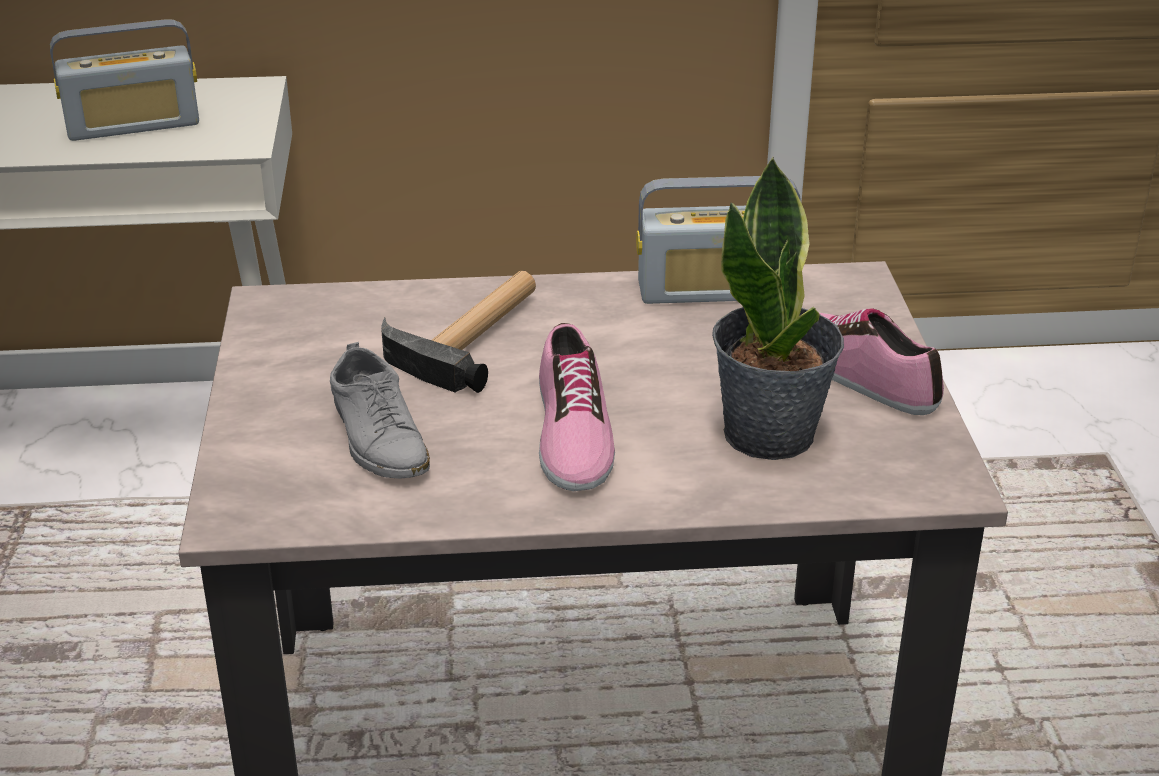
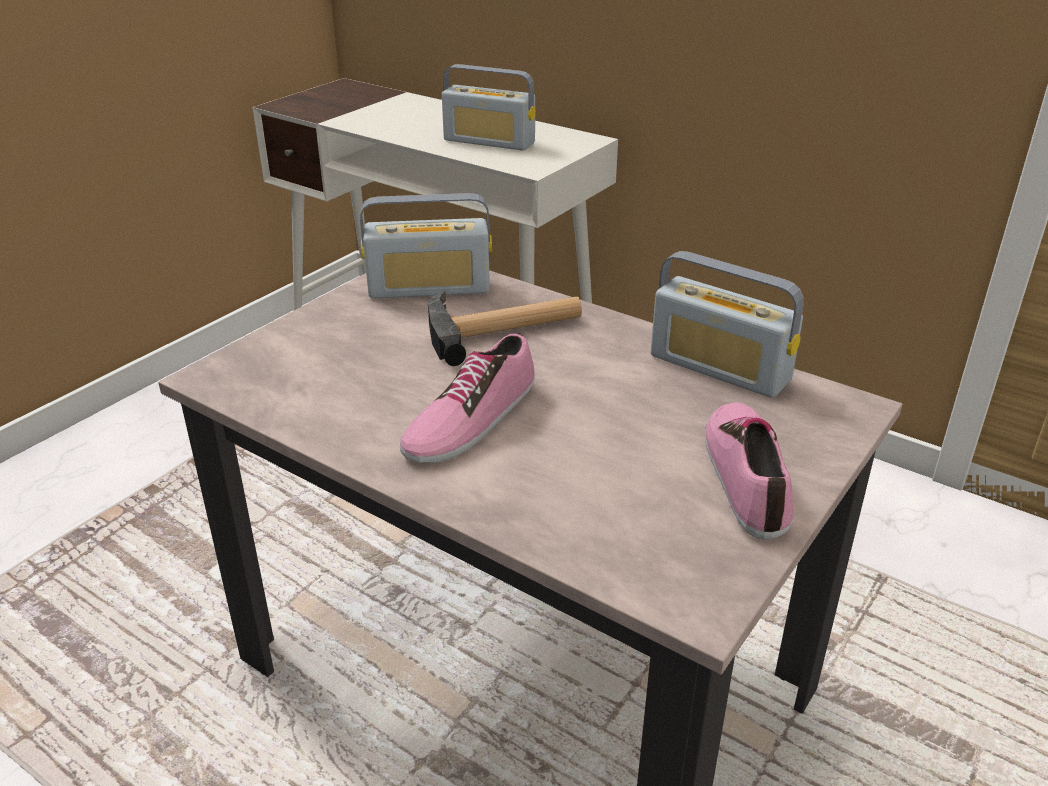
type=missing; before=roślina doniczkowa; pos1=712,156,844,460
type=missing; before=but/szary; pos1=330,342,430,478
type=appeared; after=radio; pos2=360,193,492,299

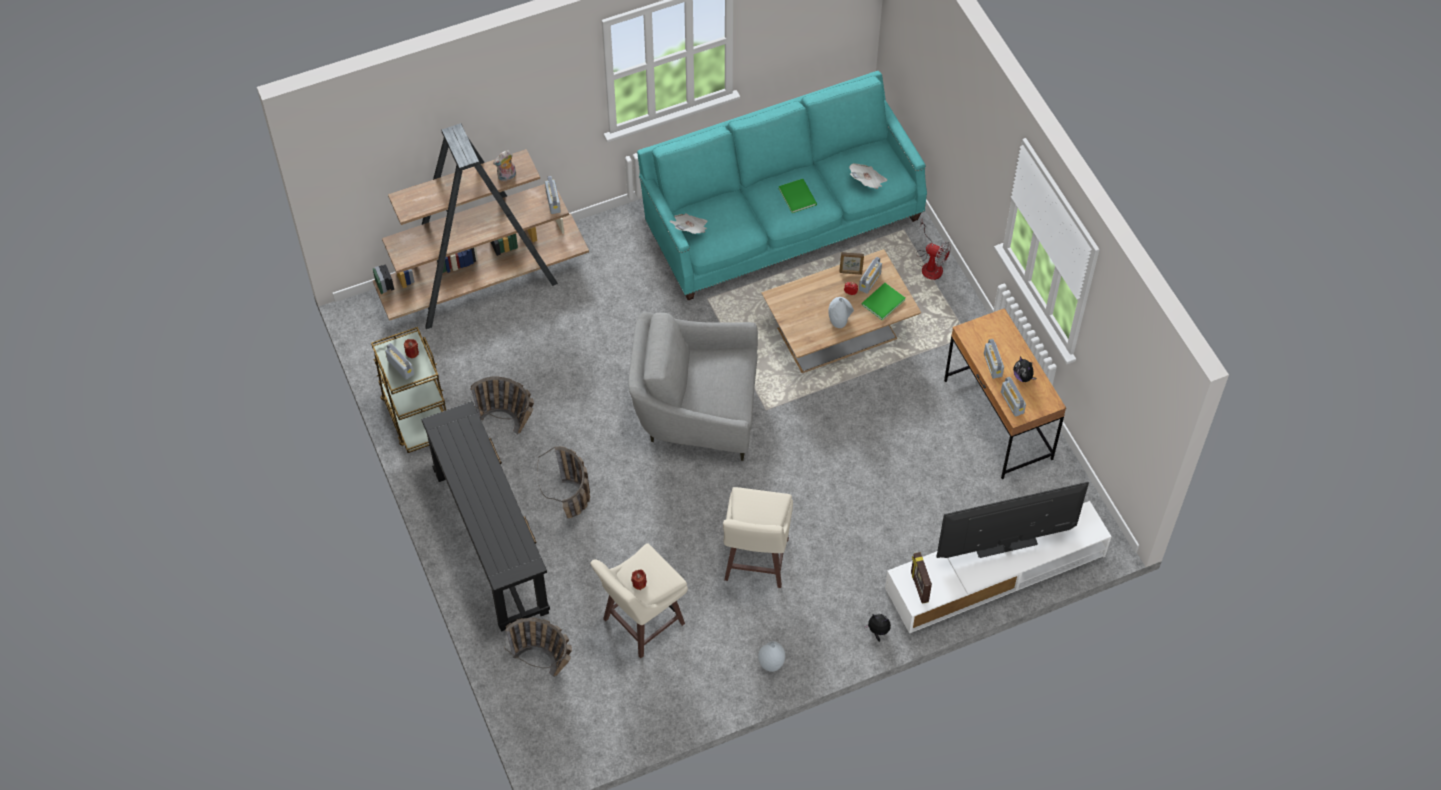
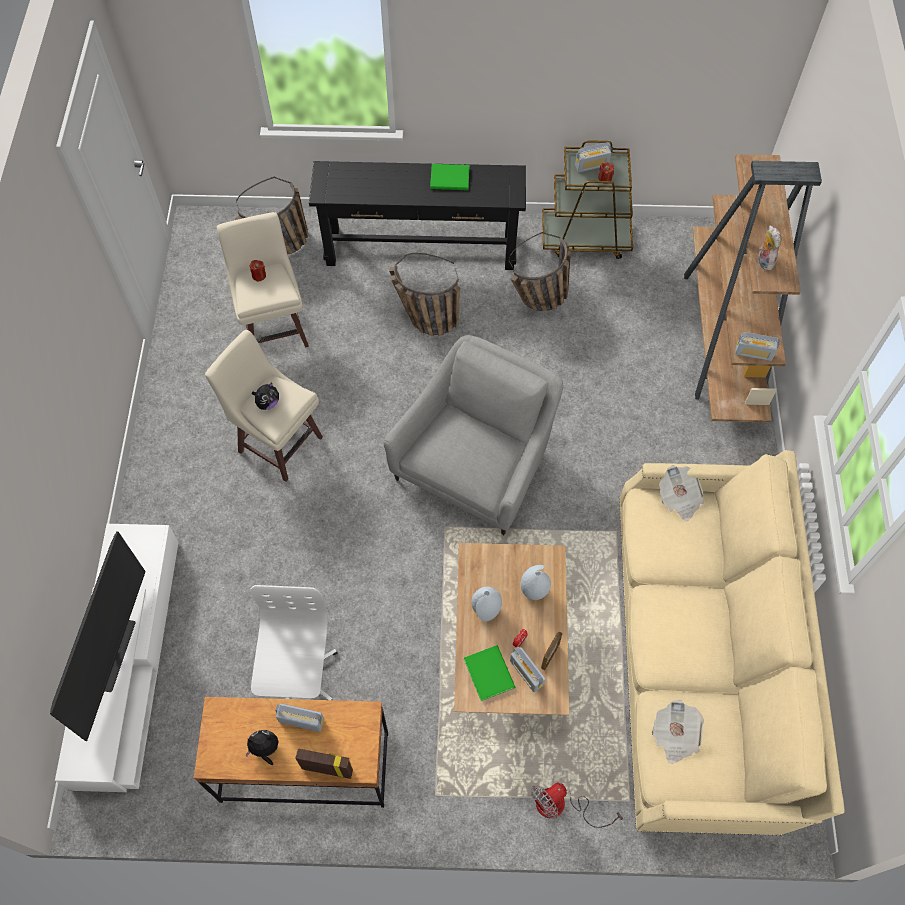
type=colour; before=kanapa/turkusowy; after=kanapa/beżowy; pos1=637,71,927,300; pos2=619,450,845,836
type=relocated; before=książka/zielony; pos1=778,179,817,213; pos2=430,164,469,190
type=missing; before=radio; pos1=1001,377,1026,417
type=relocated; before=ramka na zdjęcie; pos1=911,552,932,604; pos2=295,749,353,779
type=relocated; before=pluszak; pos1=865,614,891,642; pos2=252,383,279,410
type=relocated; before=wazon/szary; pos1=758,641,785,672; pos2=521,565,551,600
type=appeared; after=krzesło biurowe/biały; pos2=250,585,338,700

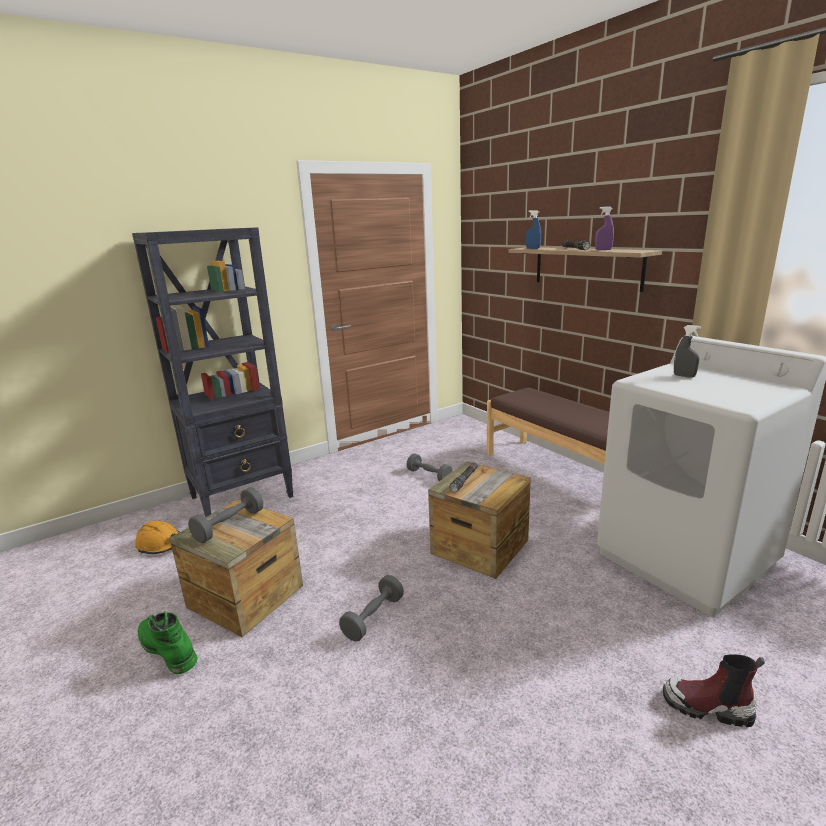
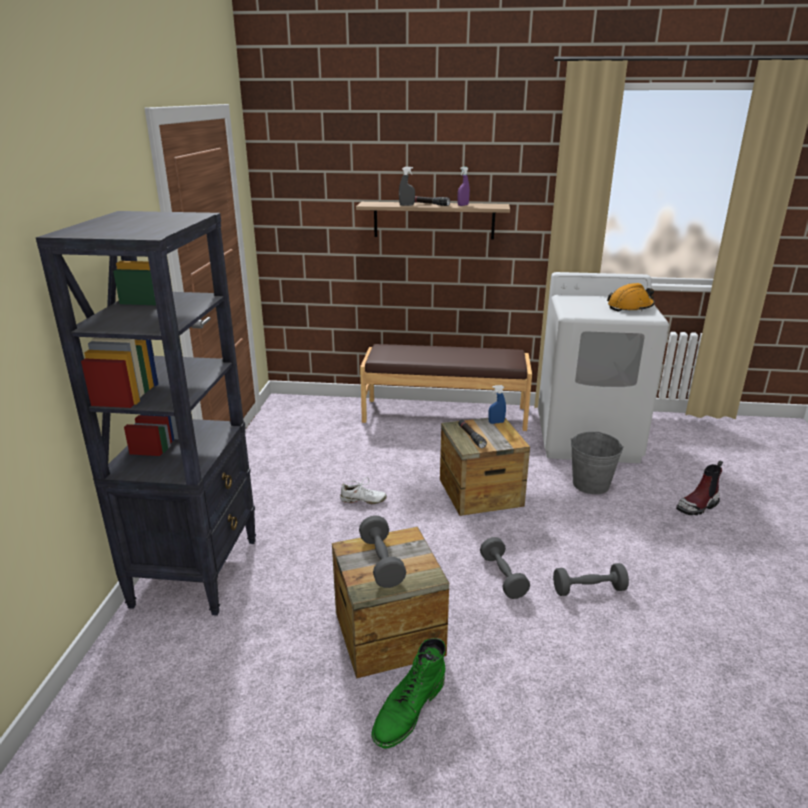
type=relocated; before=spryskiwacz/niebieski; pos1=526,210,541,249; pos2=488,385,506,424
type=relocated; before=spryskiwacz/szary; pos1=674,325,701,378; pos2=399,167,415,206
type=relocated; before=hantel/szary; pos1=407,453,453,481; pos2=553,563,629,596
type=relocated; before=kask/pomarańczowy; pos1=135,521,179,554; pos2=607,283,655,312
type=spun; before=but z cholewką/zielony; pos1=138,611,198,674; pos2=371,638,446,749; turn=-45
type=appeared; after=wiadro/szary; pos2=571,432,624,494
type=appeared; after=but/biały; pos2=340,477,387,504

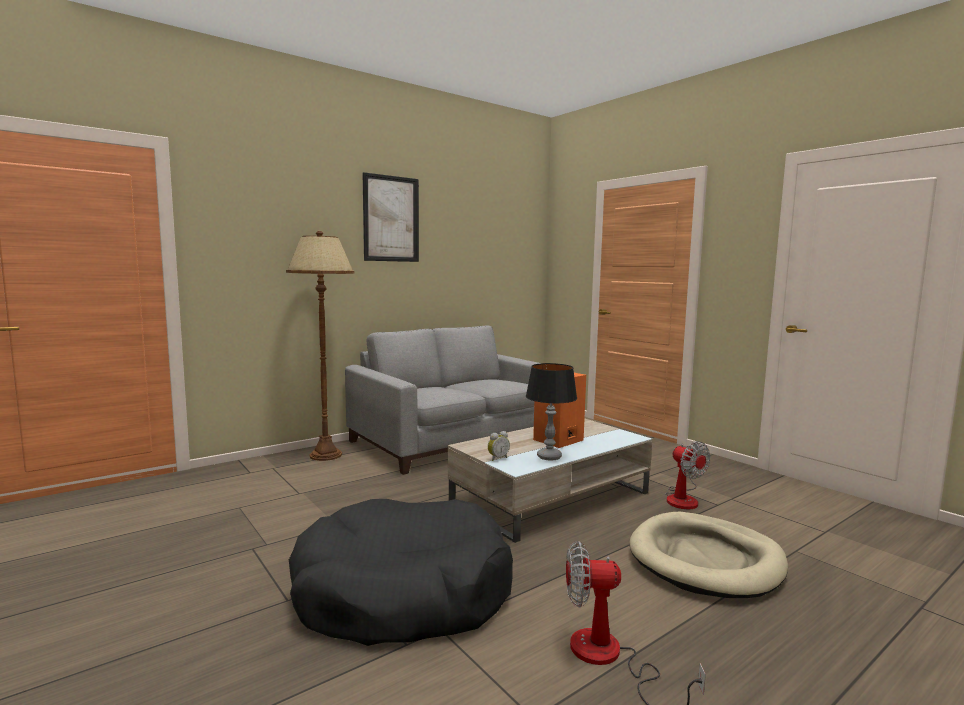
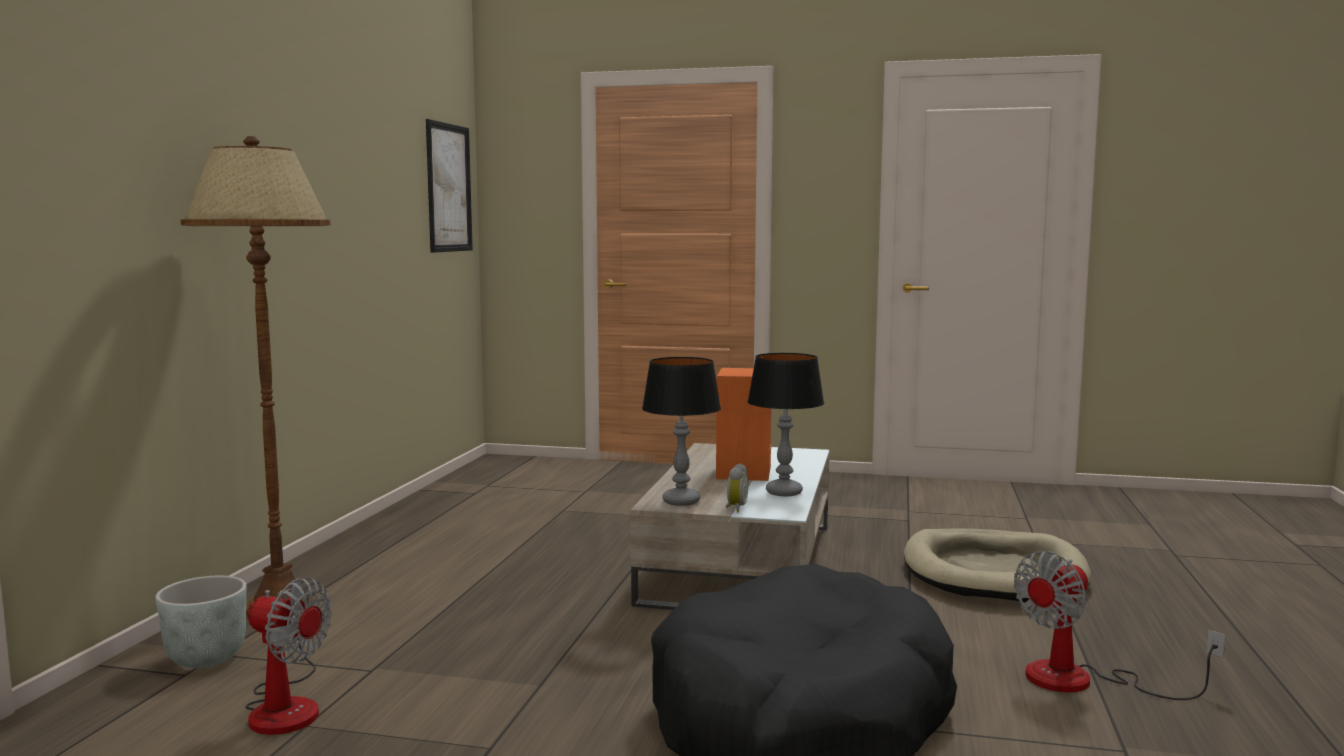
type=relocated; before=obraz; pos1=363,172,419,262; pos2=426,119,473,253
type=missing; before=kanapa/szary; pos1=345,326,541,475
type=relocated; before=wentylator; pos1=665,441,711,509; pos2=245,578,332,735
type=appeared; after=lampa stołowa; pos2=642,357,721,506
type=appeared; after=donica/szary; pos2=155,576,246,668

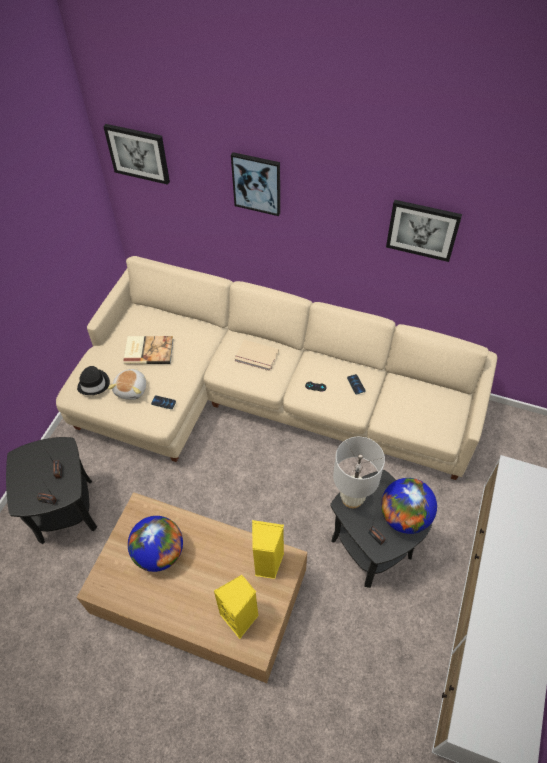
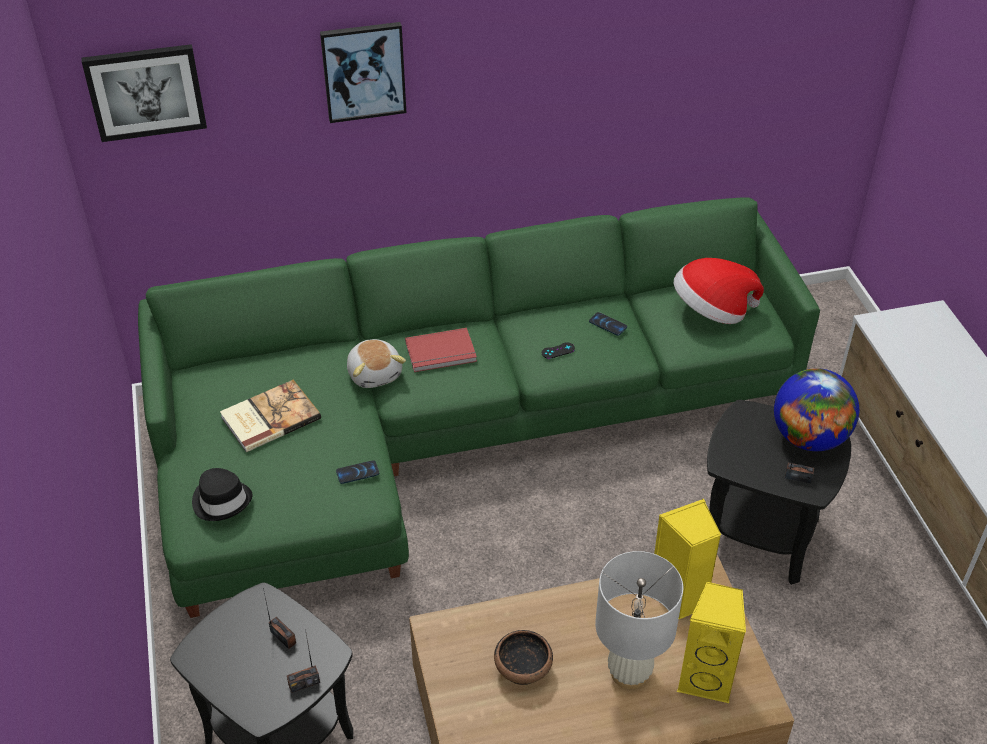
type=missing; before=obraz; pos1=386,200,462,262
type=colour; before=kanapa/beżowy; after=kanapa/zielony; pos1=56,256,497,480; pos2=138,197,820,618
type=colour; before=książka/beżowy; after=książka/czerwony; pos1=234,340,279,371; pos2=405,328,477,372
type=relocated; before=pluszak; pos1=108,368,146,400; pos2=347,339,406,388
type=relocated; before=lampa stołowa/biały; pos1=333,437,385,508; pos2=595,551,683,689
type=exchanged; before=globus; after=miska; pos1=128,516,183,572; pos2=494,630,553,685
type=appeared; after=kapelusz; pos2=674,258,764,324

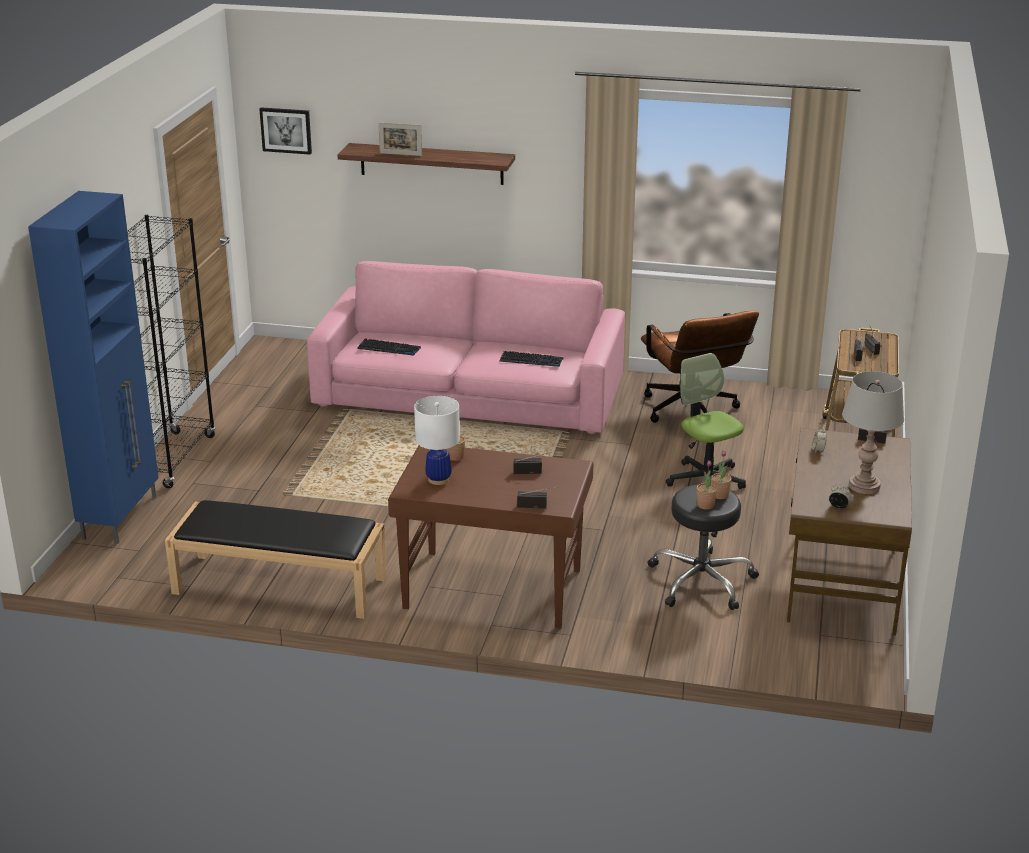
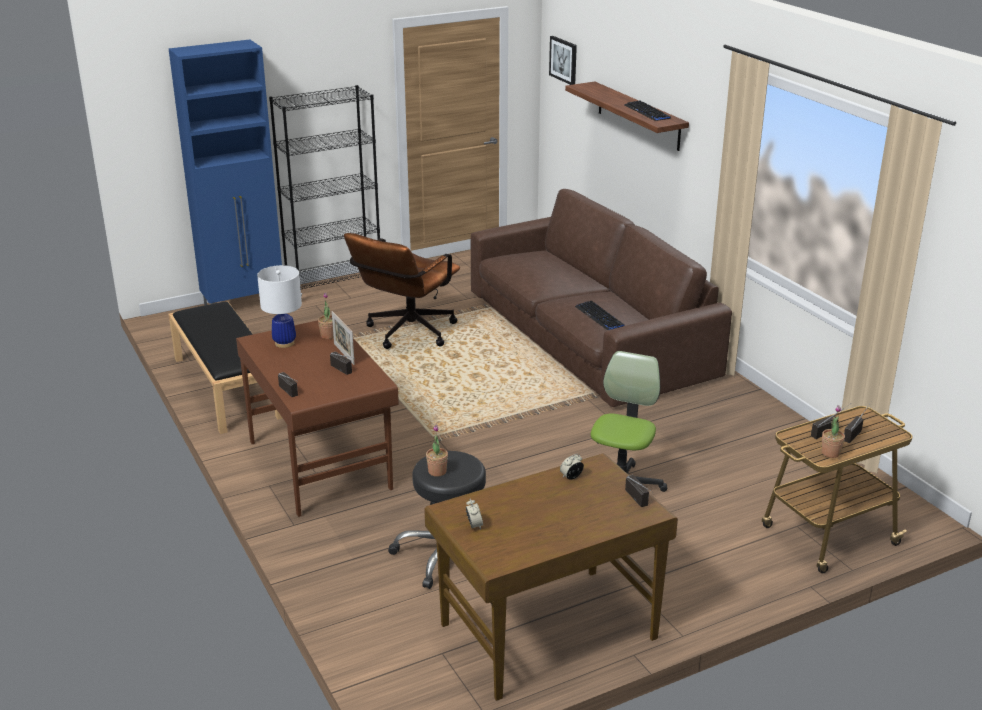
type=relocated; before=ramka na zdjęcie; pos1=378,123,422,156; pos2=332,311,355,365
type=colour; before=kanapa/różowy; after=kanapa/brązowy; pos1=307,261,625,434; pos2=471,189,732,407
type=relocated; before=krzesło biurowe/brązowy; pos1=641,311,759,423; pos2=344,233,460,349
type=relocated; before=klawiatura; pos1=357,338,421,356; pos2=624,100,671,121
type=missing; before=lampa stołowa/szary; pos1=842,371,904,494
type=relocated; before=roślina doniczkowa; pos1=711,451,732,499; pos2=822,405,845,458

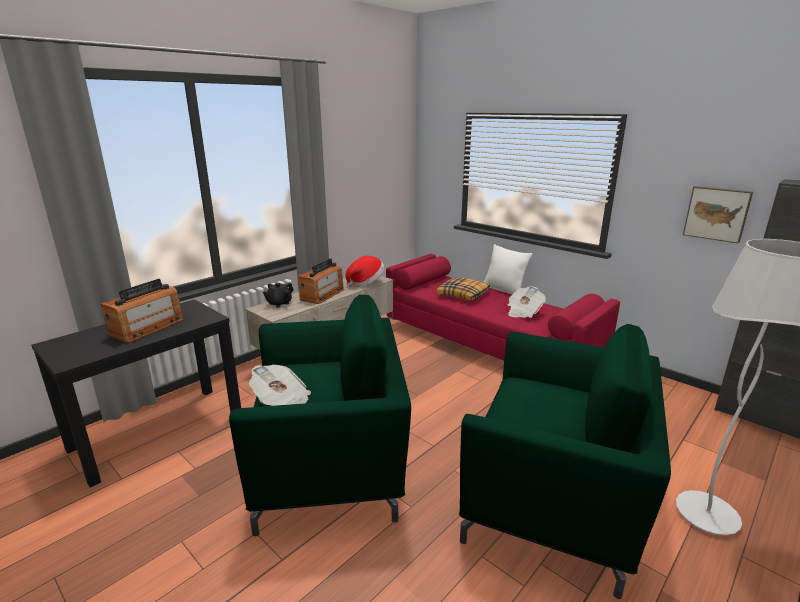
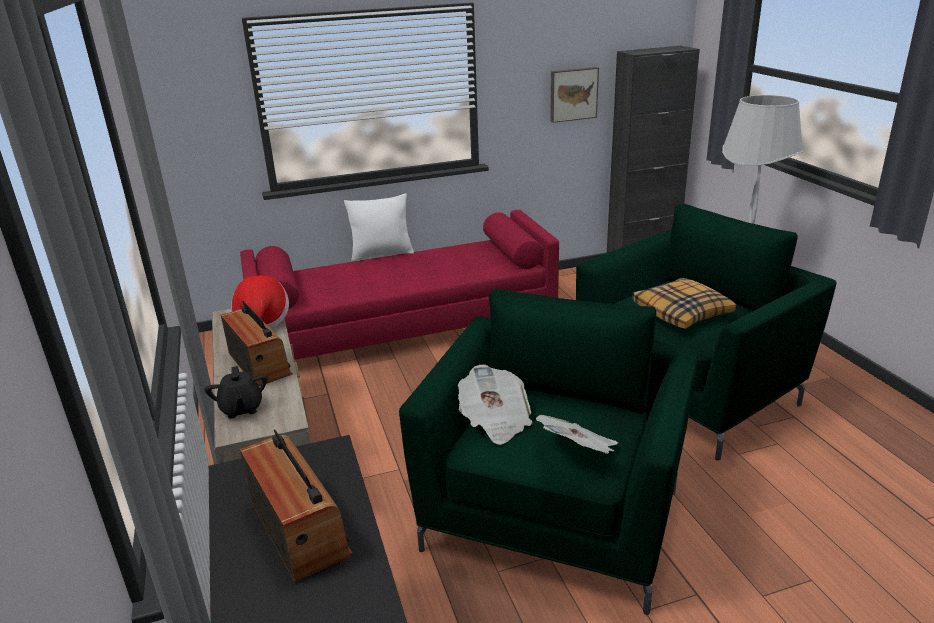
type=relocated; before=poduszka; pos1=437,277,490,301; pos2=632,278,737,329
type=relocated; before=gazeta; pos1=508,286,546,318; pos2=458,364,533,445

